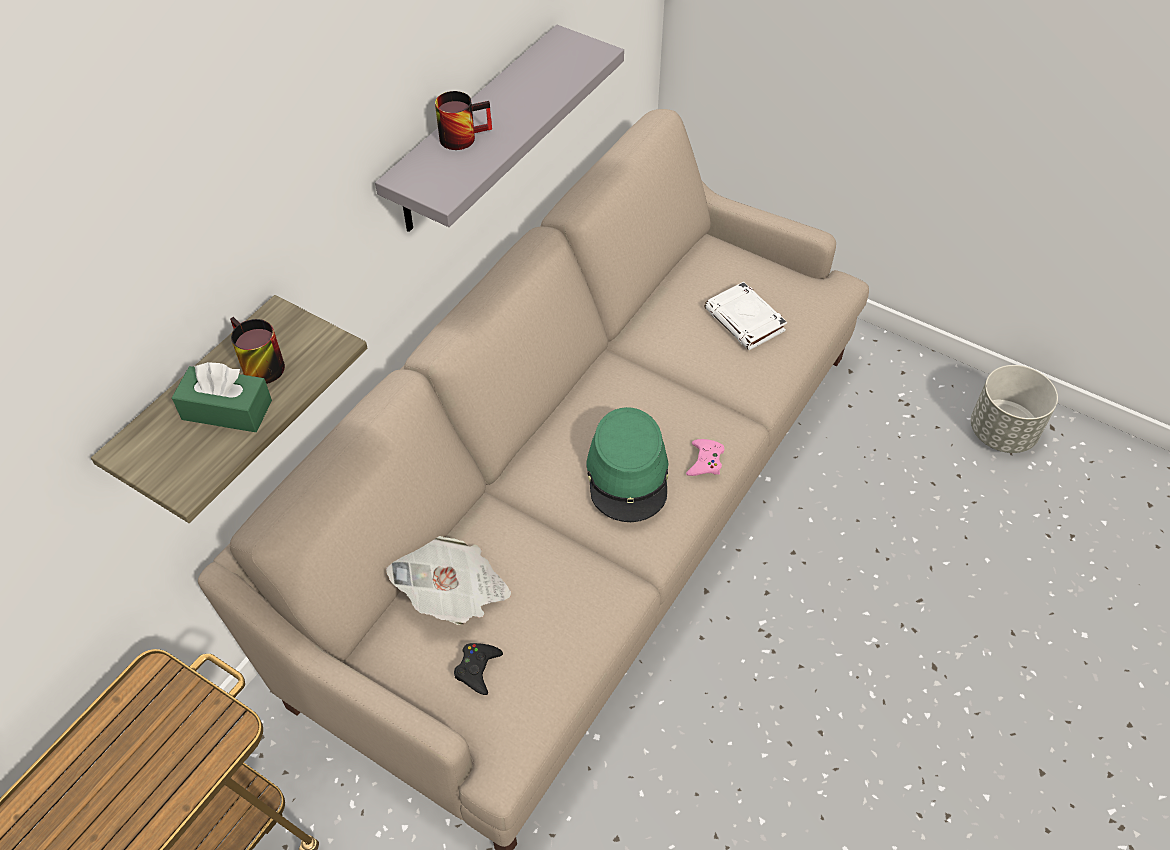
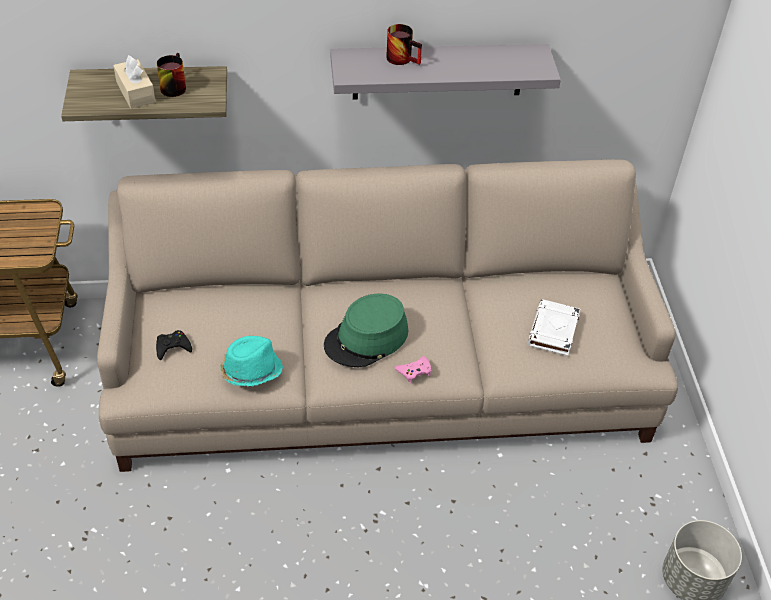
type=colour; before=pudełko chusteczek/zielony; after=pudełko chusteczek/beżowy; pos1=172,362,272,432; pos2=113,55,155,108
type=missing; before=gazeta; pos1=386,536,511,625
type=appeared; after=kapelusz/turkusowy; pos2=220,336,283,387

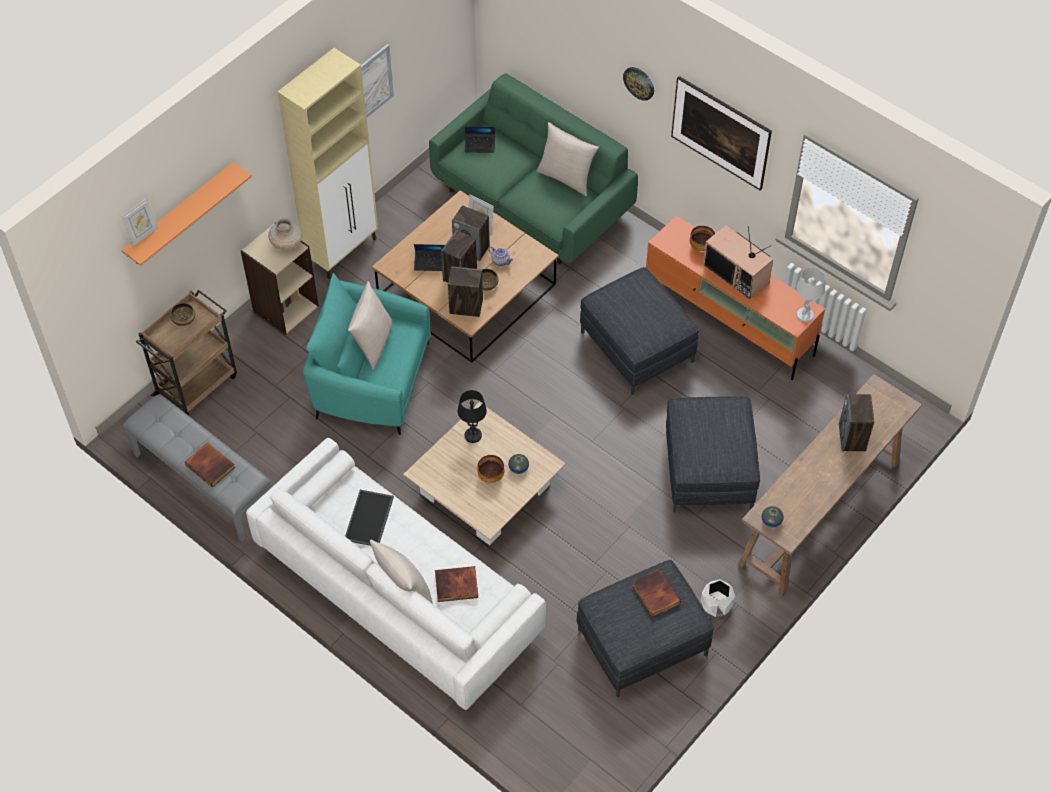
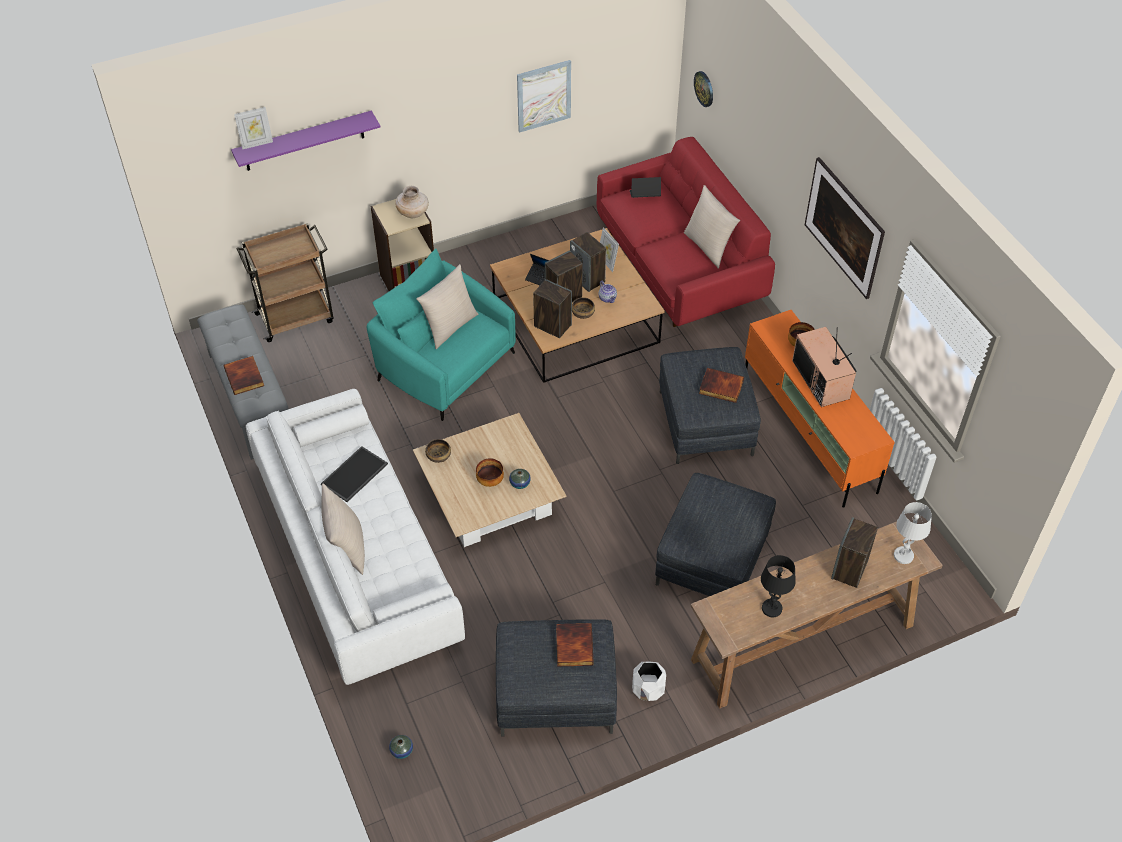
type=missing; before=szafka/beżowy; pos1=278,48,378,279
type=relocated; before=zegar ścienny; pos1=623,67,654,101; pos2=694,71,713,107
type=colour; before=kanapa/zielony; after=kanapa/czerwony; pos1=429,73,638,264; pos2=597,137,775,327
type=spun; before=laptop; pos1=465,126,495,153; pos2=630,177,661,198; turn=150
type=colour; before=półka/pomarańczowy; after=półka/fioletowy; pos1=121,162,252,266; pos2=231,111,380,171
type=relocated; before=lampa stołowa/biały; pos1=797,268,825,322; pos2=894,502,932,564
type=relocated; before=miska; pos1=170,303,195,326; pos2=425,439,451,463
type=relocated; before=lampa stołowa/czarny; pos1=458,390,487,443; pos2=761,555,796,617
type=relocated; before=wazon; pos1=761,506,784,528; pos2=389,735,413,759
type=relocated; before=książka; pos1=435,566,478,602; pos2=699,368,744,403

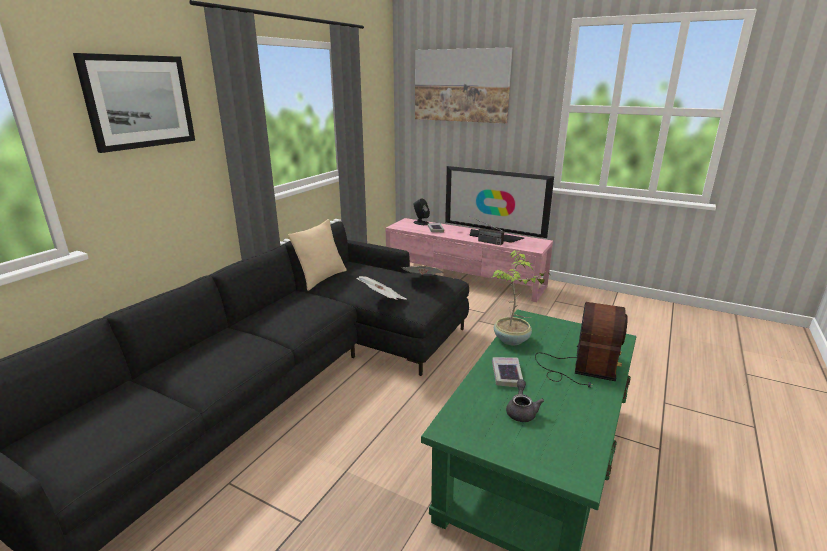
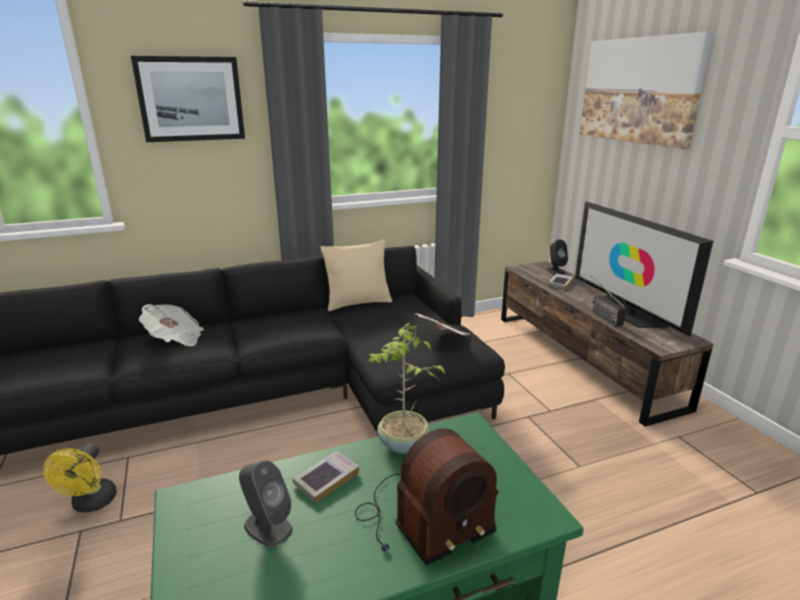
type=colour; before=szafka pod telewizor/różowy; after=szafka pod telewizor/brązowy; pos1=386,218,553,302; pos2=501,261,713,427
type=relocated; before=gazeta; pos1=356,276,406,300; pos2=139,304,204,346
type=exchanged; before=imbryk/szary; after=głośnik/szary; pos1=506,379,544,422; pos2=239,460,293,546
type=appeared; after=wentylator/żółty; pos2=43,443,117,513

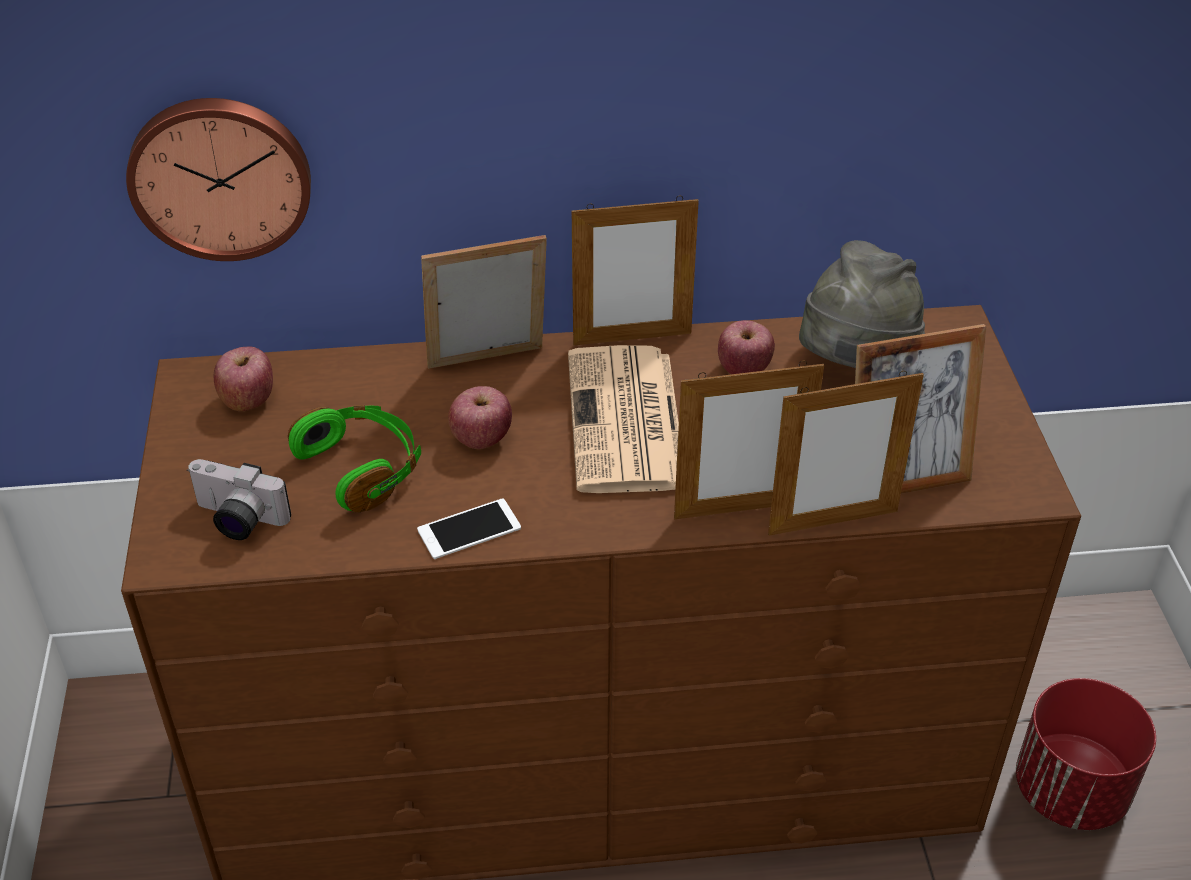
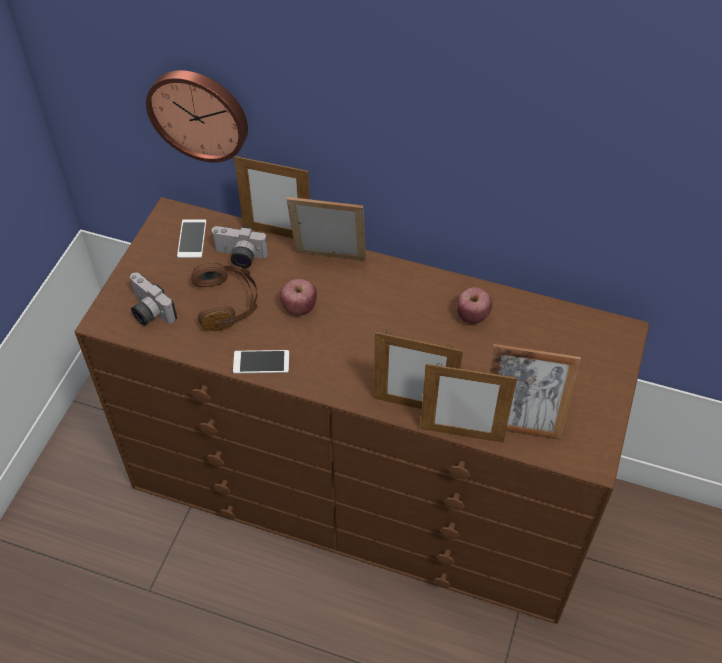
type=relocated; before=ramka na zdjęcie; pos1=572,196,699,345; pos2=234,155,310,238
type=missing; before=kapelusz/szary; pos1=799,240,925,368
type=missing; before=gazeta; pos1=568,345,679,493
type=exchanged; before=jabłko; after=telefon; pos1=213,346,273,411; pos2=177,219,206,258
type=colour; before=słuchawki/zielony; after=słuchawki/brązowy; pos1=288,405,421,513; pos2=191,262,257,331
type=missing; before=donica/czerwony; pos1=1016,678,1156,830
type=appeared; after=aparat fotograficzny; pos2=211,226,268,268

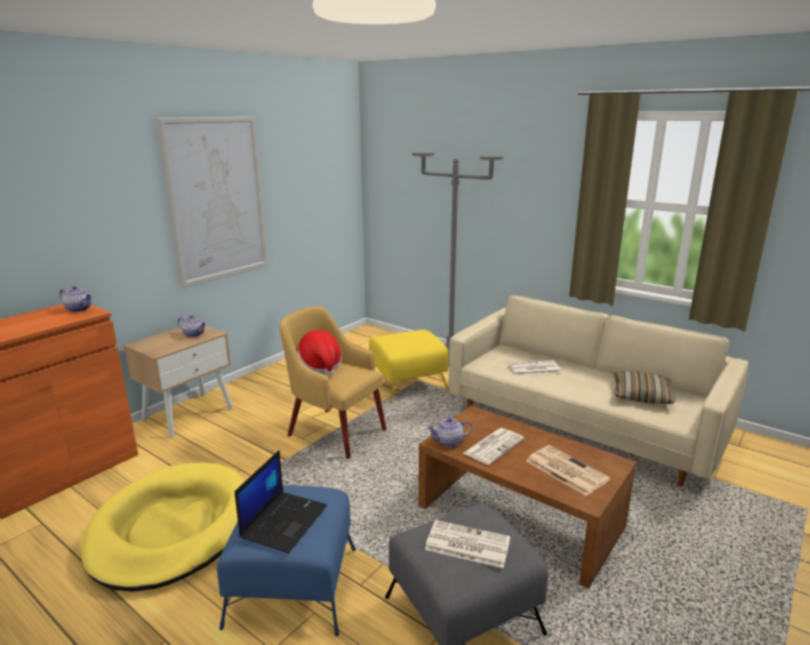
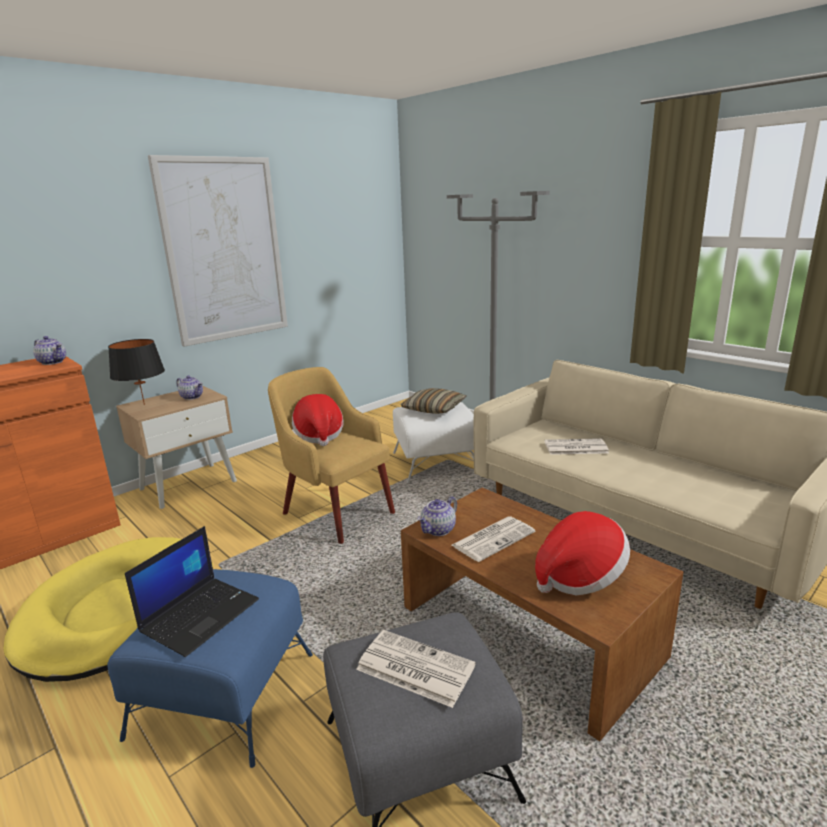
type=colour; before=pufa/żółty; after=pufa/biały; pos1=369,330,449,403; pos2=393,402,474,483
type=relocated; before=poduszka; pos1=613,371,676,404; pos2=401,388,466,414
type=spun; before=imbryk; pos1=427,417,472,447; pos2=417,496,457,536; turn=-45
type=exchanged; before=gazeta; after=kapelusz; pos1=526,445,610,496; pos2=535,511,630,596
type=appeared; after=lampa stołowa/czarny; pos2=108,339,165,405

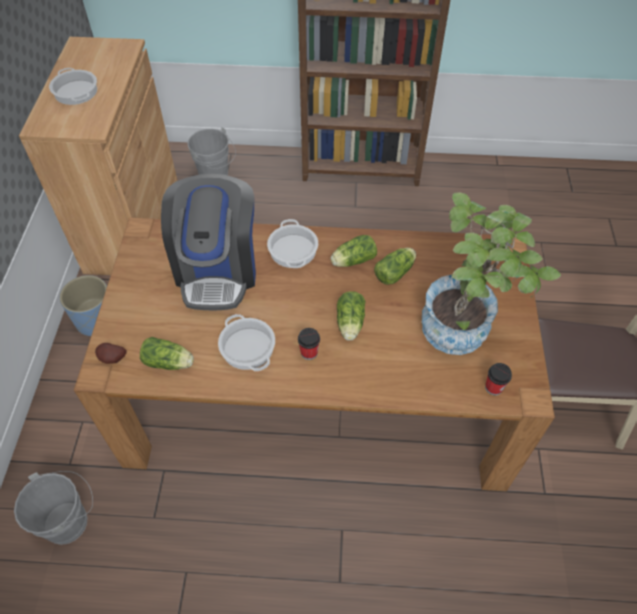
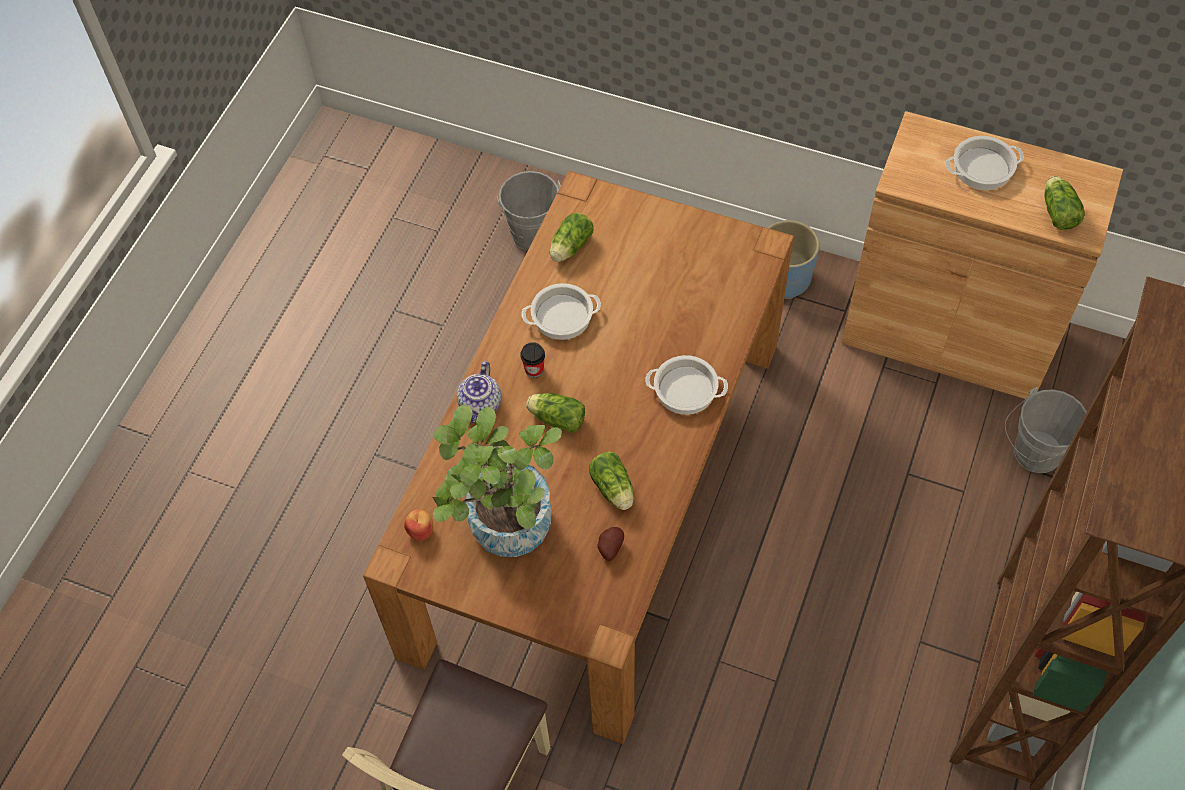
type=missing; before=ekspres do kawy; pos1=161,174,256,310
type=relocated; before=sałata; pos1=330,235,377,267; pos2=1044,176,1085,230
type=relocated; before=ziemniak; pos1=95,343,127,364; pos2=597,527,624,561
type=exchanged; before=filiżanka; after=jabłko; pos1=485,363,512,395; pos2=404,510,433,541
type=appeared; after=imbryk; pos2=457,361,501,423

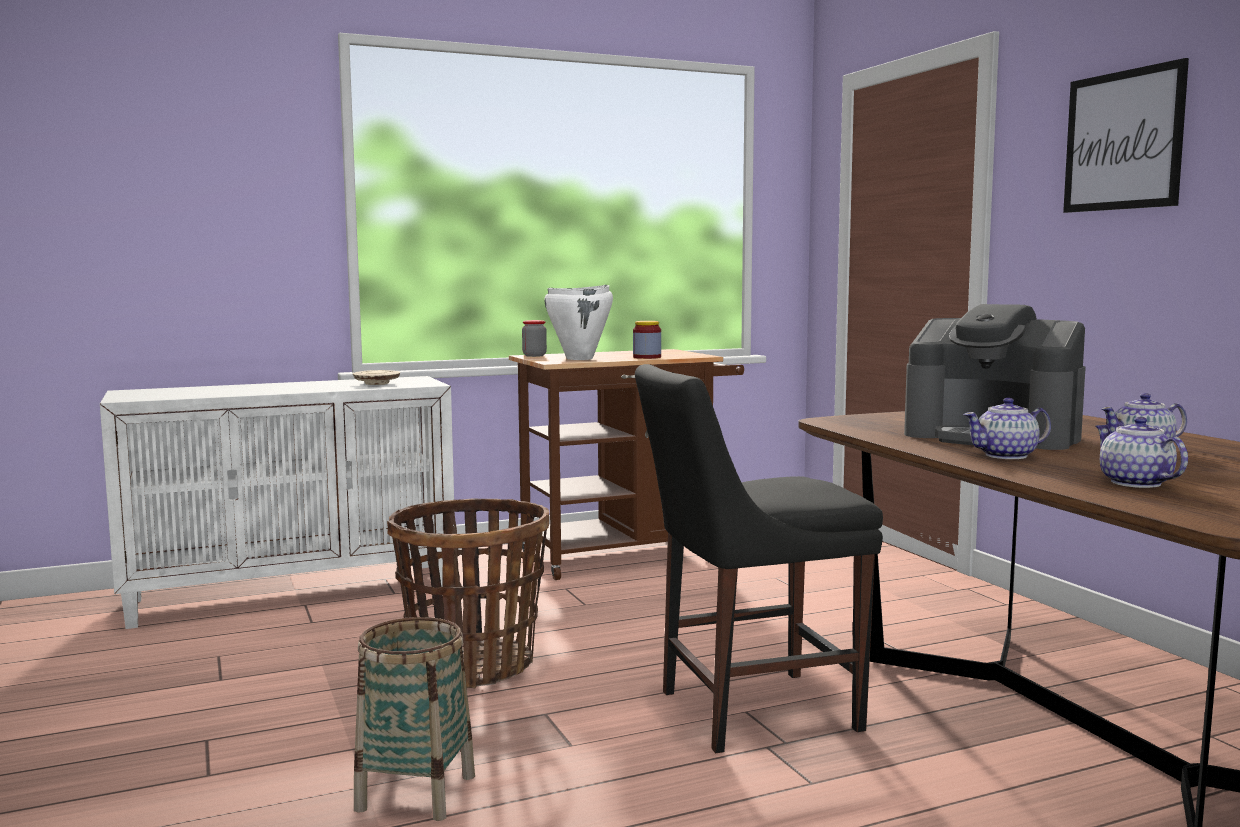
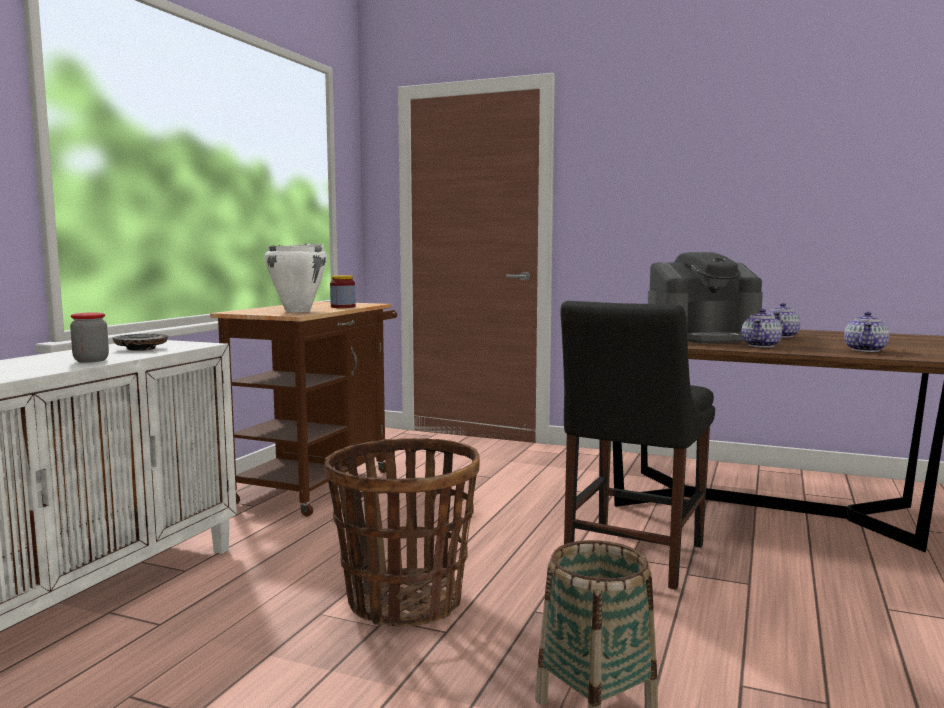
type=missing; before=obraz; pos1=1063,58,1189,213
type=relocated; before=słoik; pos1=522,320,547,357; pos2=70,312,109,363
type=colour; before=talerz/beżowy; after=talerz/czarny; pos1=353,370,400,385; pos2=112,334,168,351
type=spun; before=imbryk; pos1=1096,417,1188,488; pos2=844,312,889,352; turn=-90

